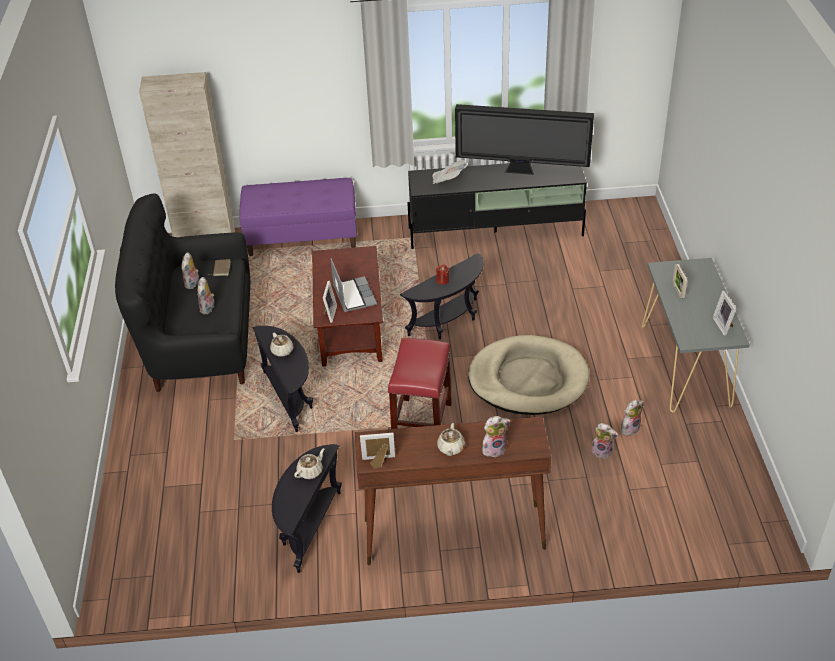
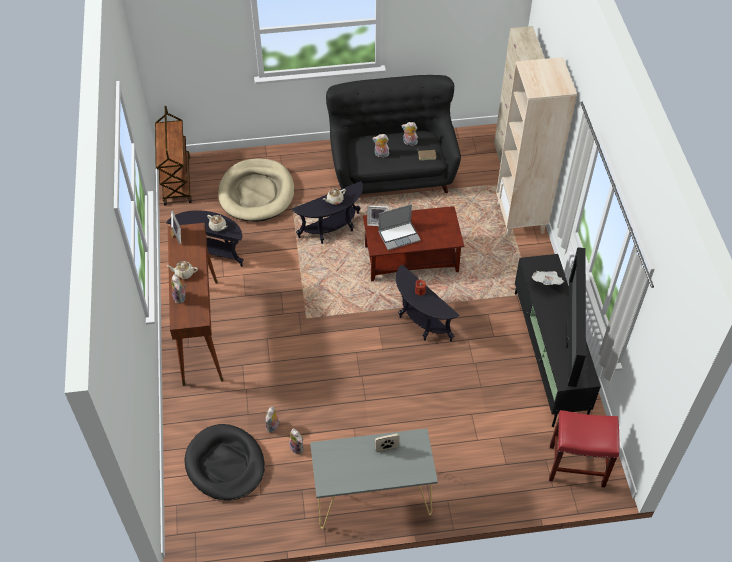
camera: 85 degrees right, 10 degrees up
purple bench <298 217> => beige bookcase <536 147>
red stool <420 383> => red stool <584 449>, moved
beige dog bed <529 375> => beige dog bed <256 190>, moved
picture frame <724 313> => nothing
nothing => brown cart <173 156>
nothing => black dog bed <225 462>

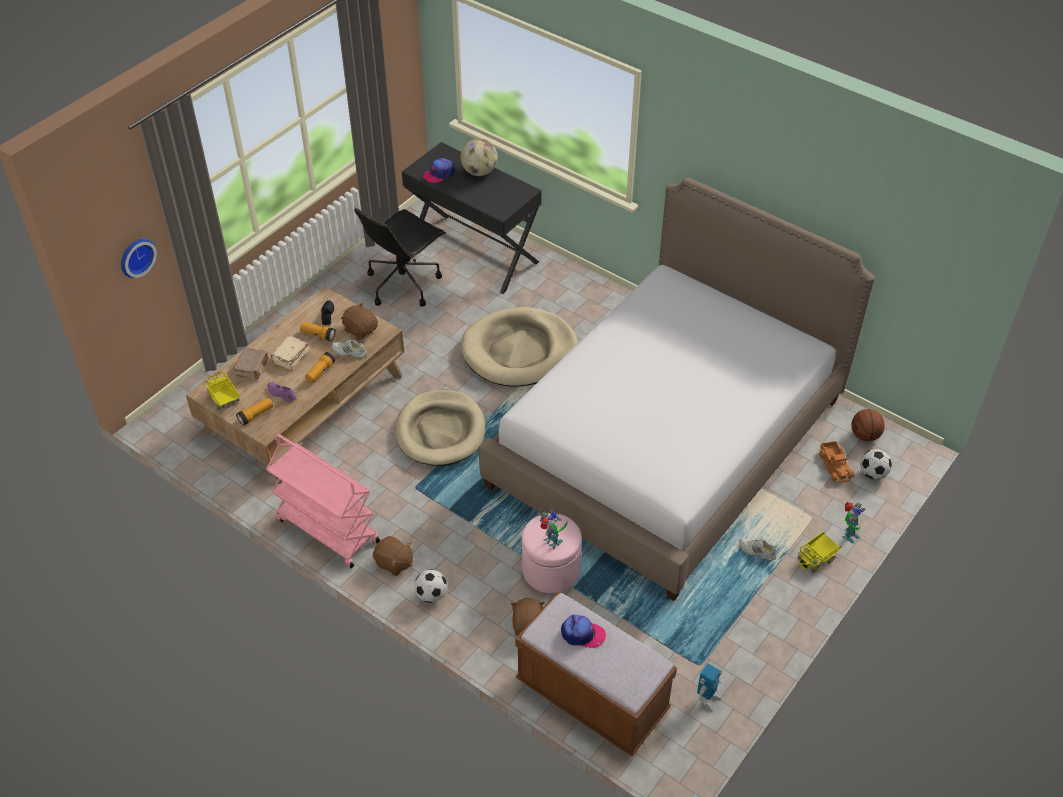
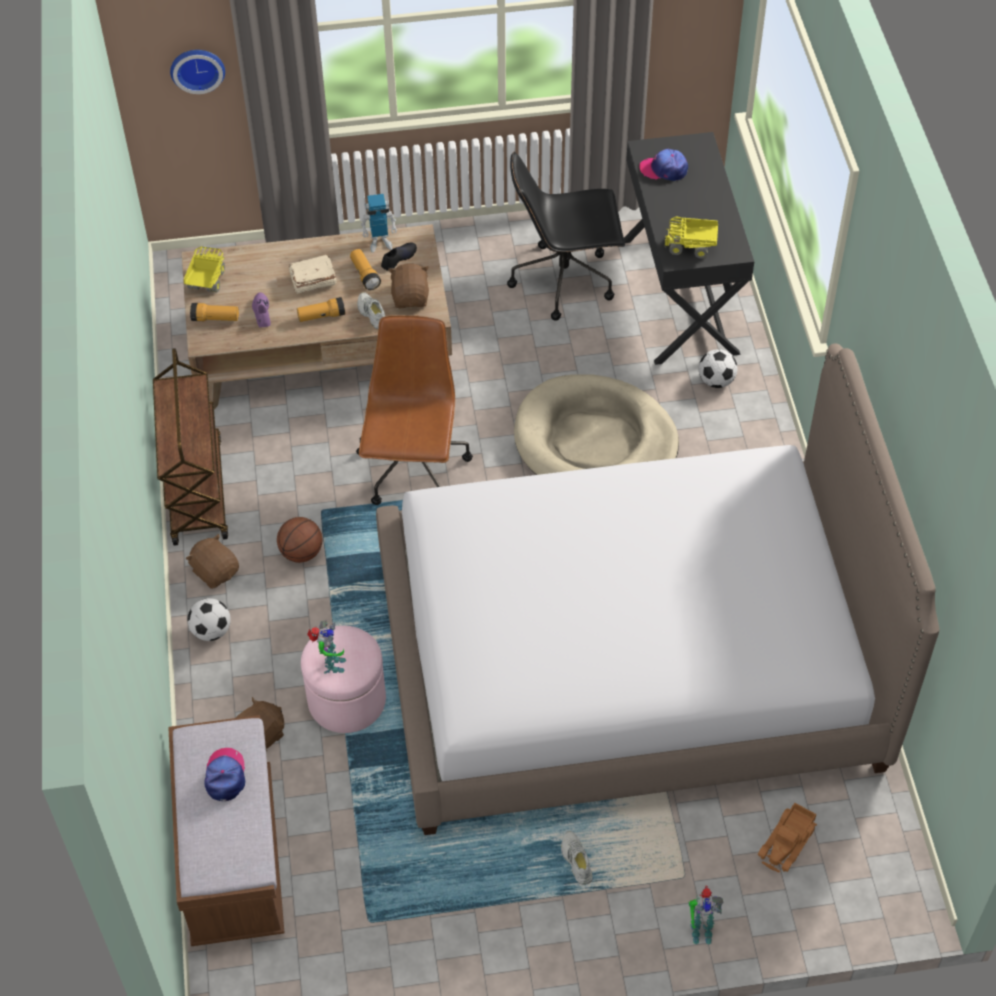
camera: 45 degrees right, 5 degrees up
brown book <251 363> => nothing
pink cart <323 501> => brown cart <190 447>
brown plush toy <393 556> => brown plush toy <212 561>, 150 degrees clockwise
beige dog bed <440 428> => brown office chair <414 410>
globe <479 157> => nothing
cap <583 631> => cap <224 774>, 150 degrees counterclockwise
toy robot <709 687> => toy robot <379 223>, moved
toy truck <819 552> => toy truck <691 237>, moved
basketball <868 425> => basketball <299 540>, moved
football <876 464> => football <718 368>, moved

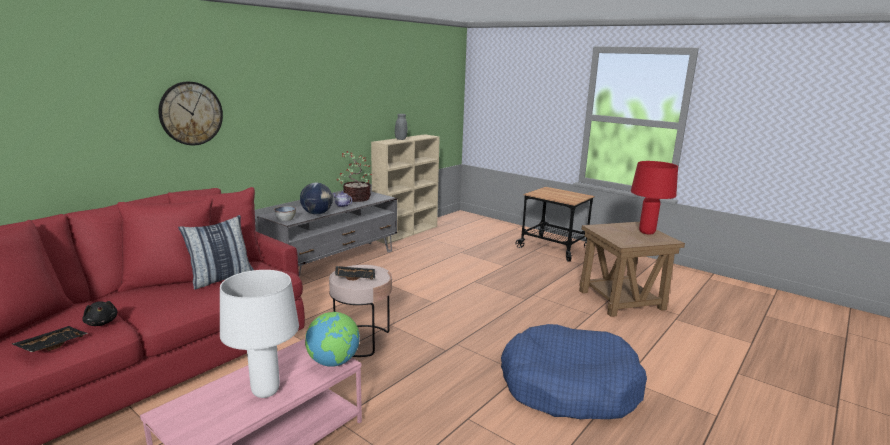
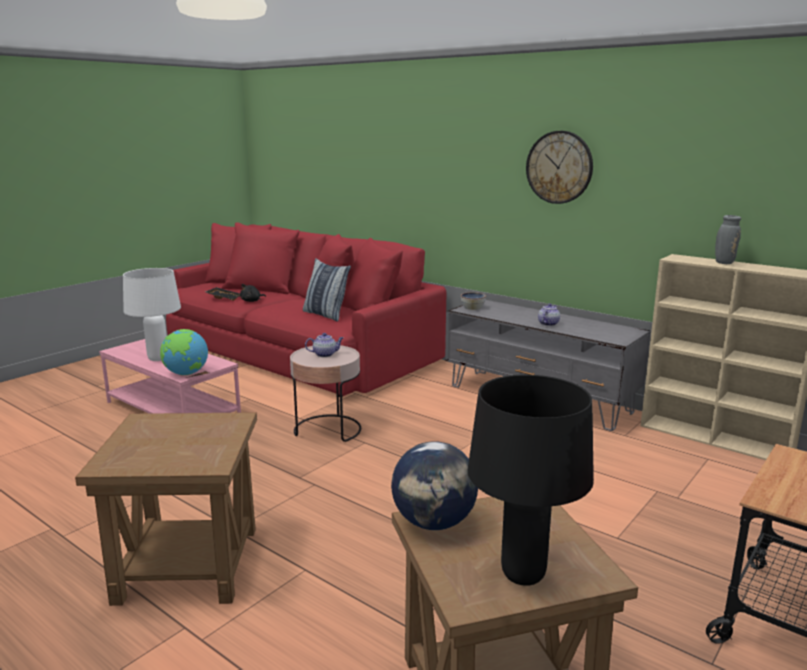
camera: 90 degrees right, 0 degrees up
wall clock <190 113> => wall clock <559 167>, moved
globe <316 199> => globe <434 485>, moved
black tray <355 273> => teapot <324 345>
potted plant <354 176> => nothing
blue dog bed <574 371> => brown side table <166 509>
red table lamp <654 197> => black table lamp <531 480>

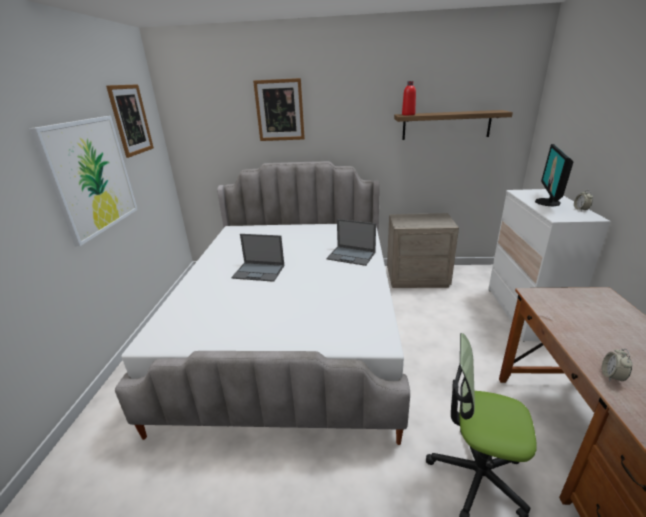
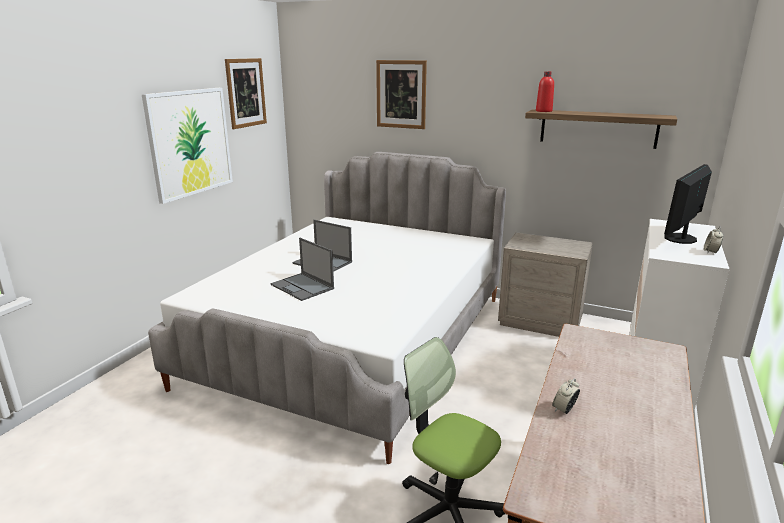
camera: 20 degrees right, 5 degrees down
laptop <351 242> => laptop <302 269>, moved

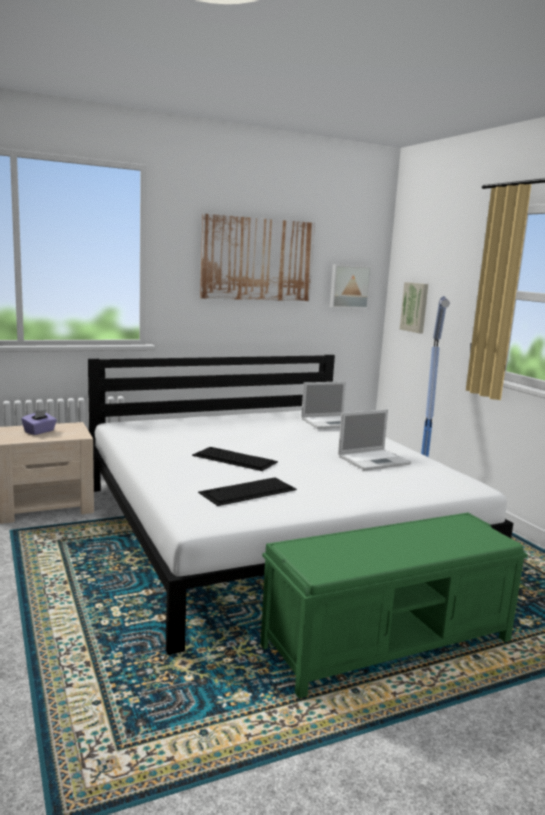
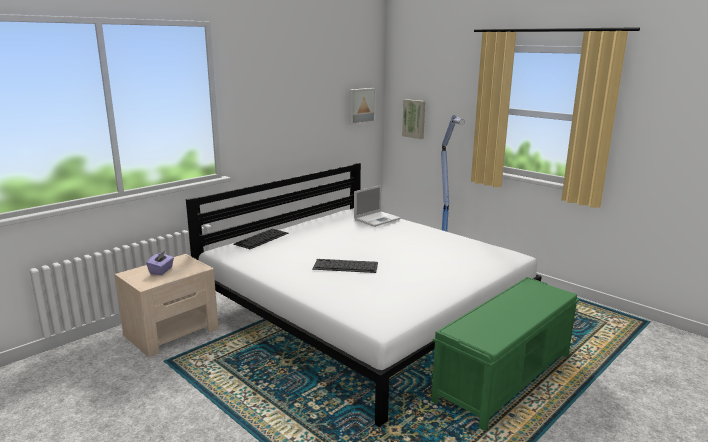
camera: 20 degrees left, 5 degrees up
keyboard <247 491> => keyboard <261 239>, moved
picture <257 257> => nothing
laptop <374 440> => nothing

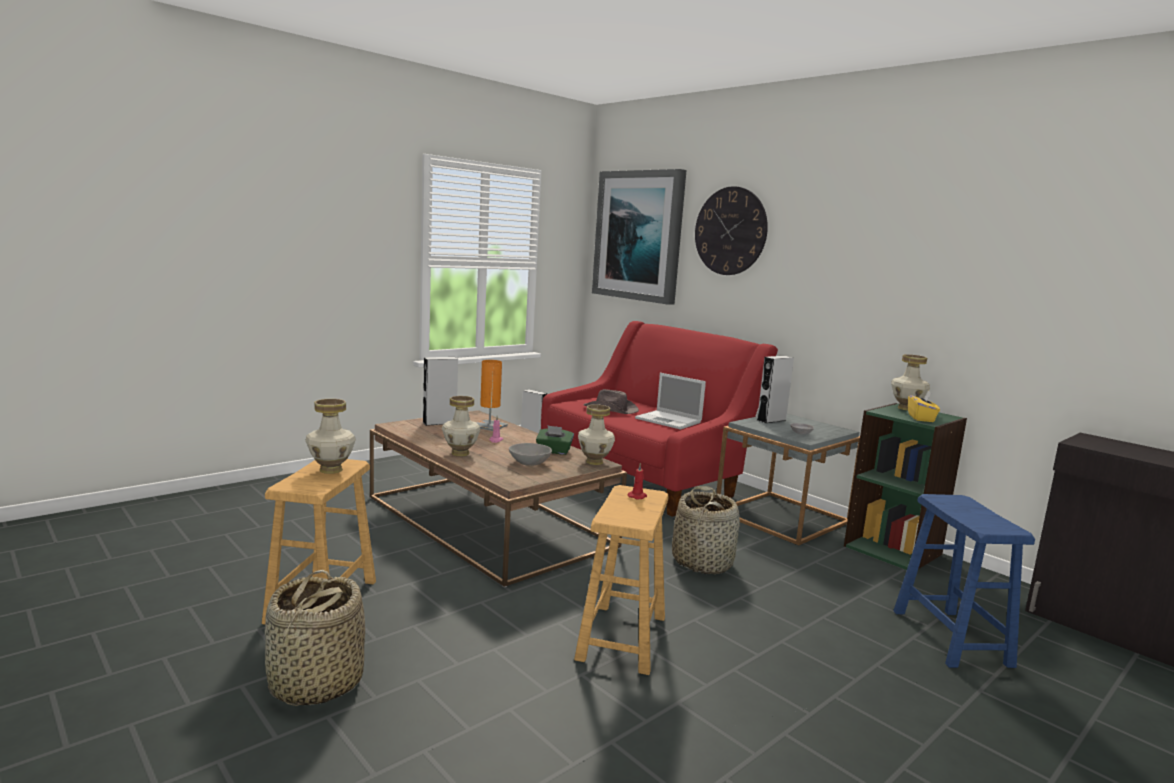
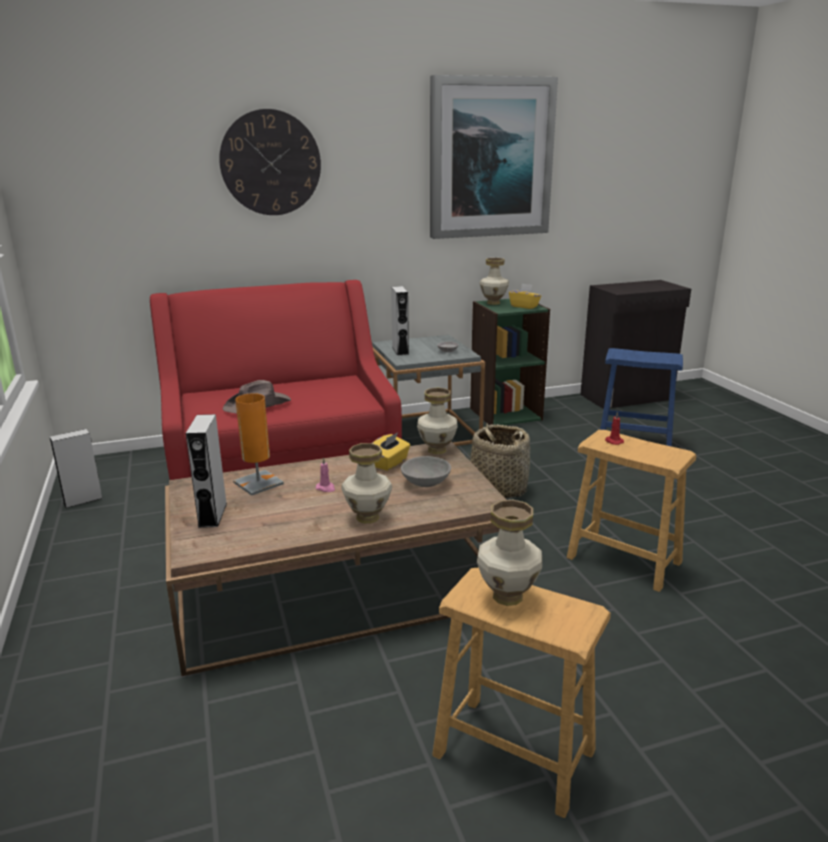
camera: 65 degrees left, 10 degrees up
basket <315 638> => nothing
green tissue box <555 440> => yellow tissue box <391 451>
picture <639 237> => picture <494 157>, moved
laptop <670 401> => nothing

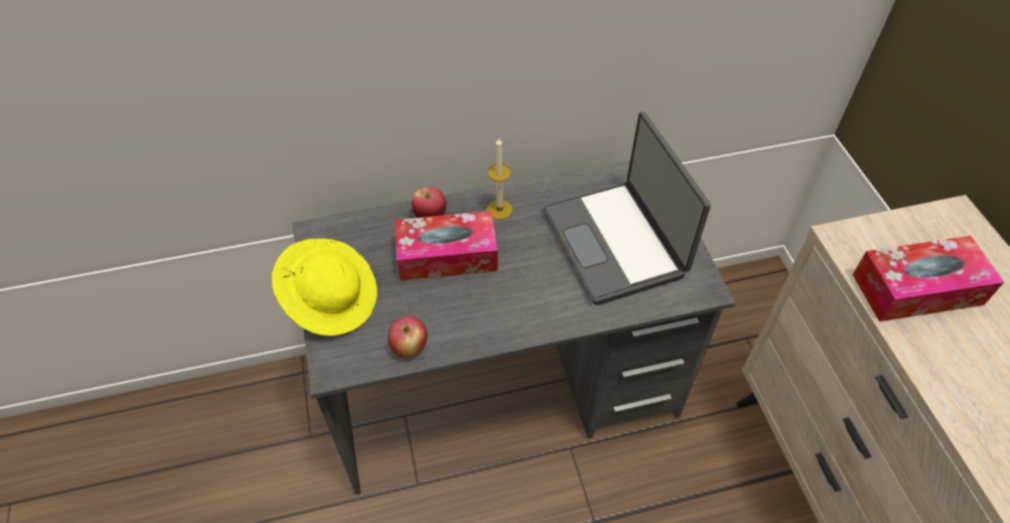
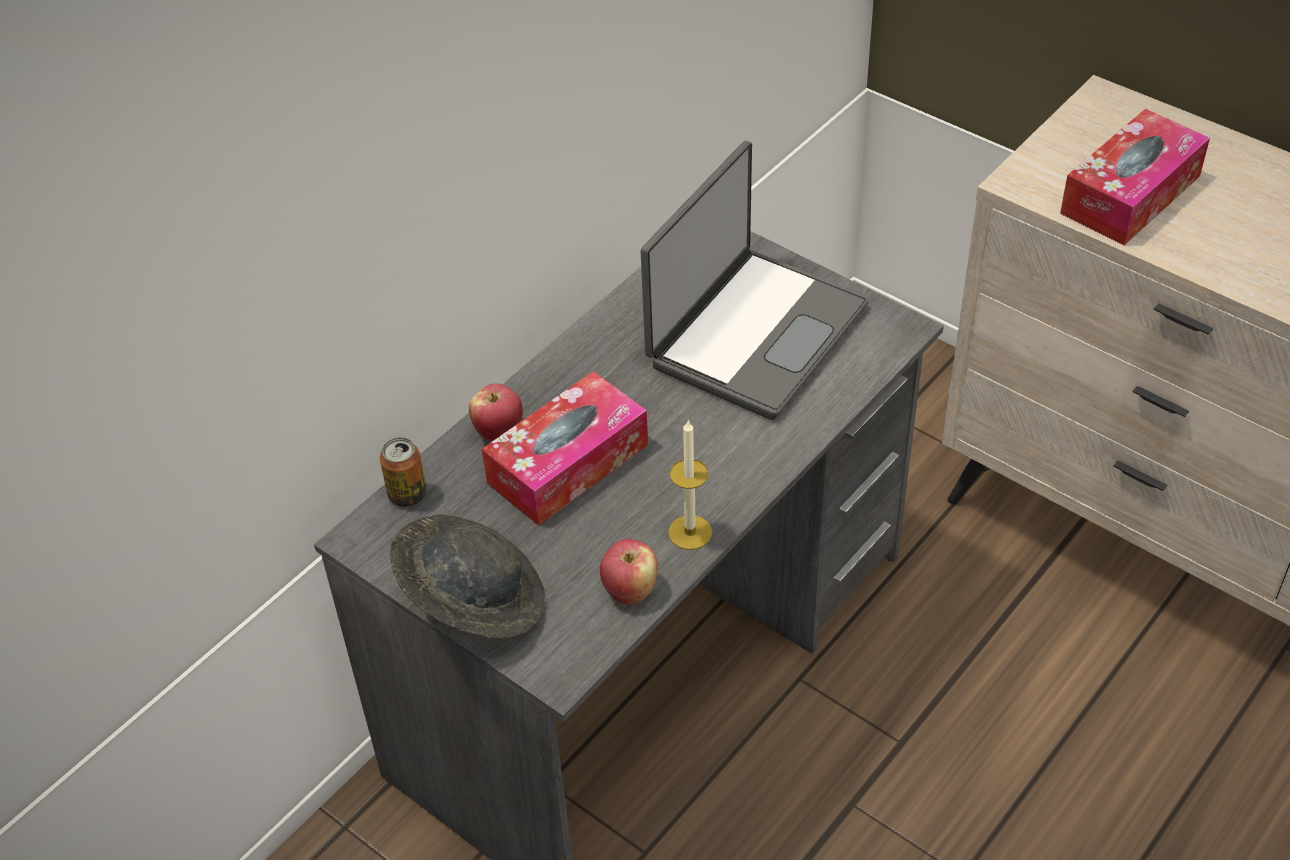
camera: 35 degrees left, 5 degrees down
yellow hat <324 287> => grey hat <467 576>
candle <500 179> => candle <690 485>, moved
laptop <627 208> => laptop <755 280>, 90 degrees counterclockwise
nothing => can <403 472>

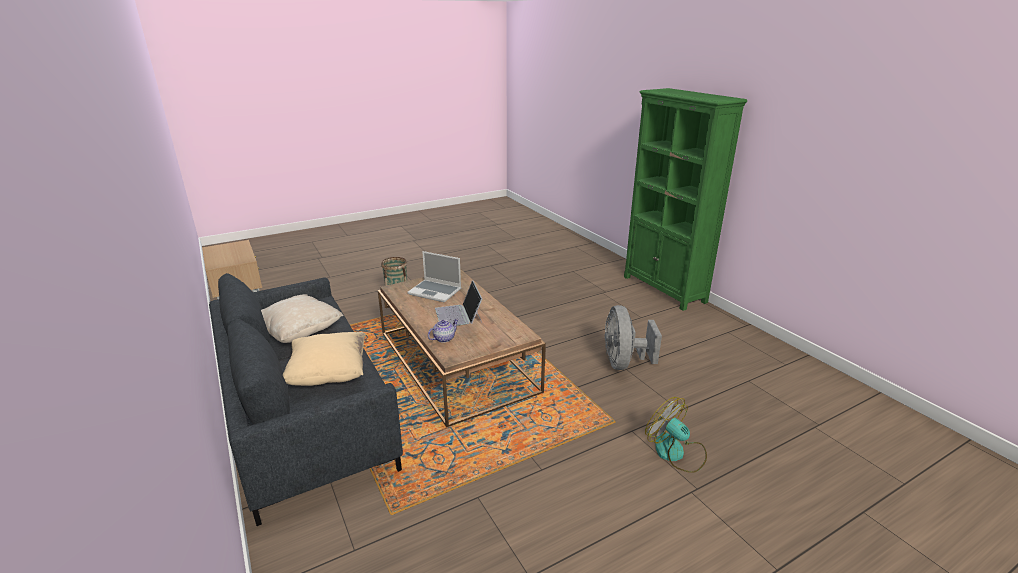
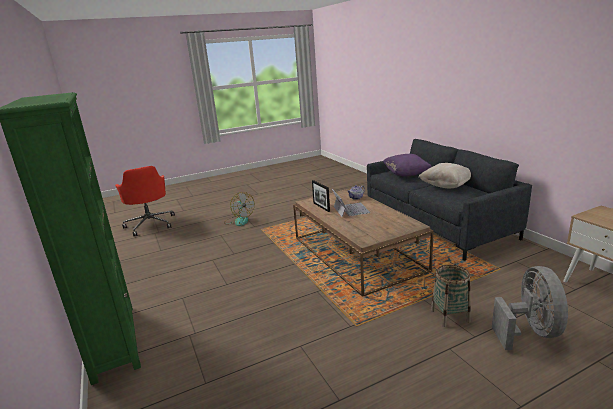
camera: 175 degrees left, 5 degrees down
beige pillow <324 359> => purple pillow <407 165>
laptop <434 276> => nothing
grey fan <633 337> => grey fan <530 308>, moved
nothing => red office chair <145 201>
nothing => picture frame <321 196>

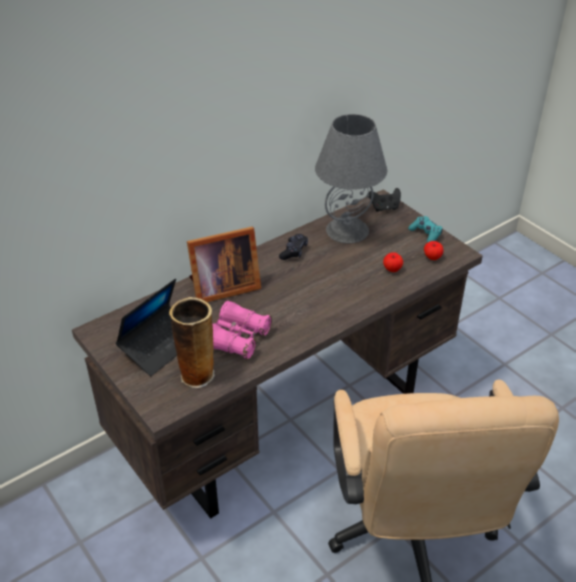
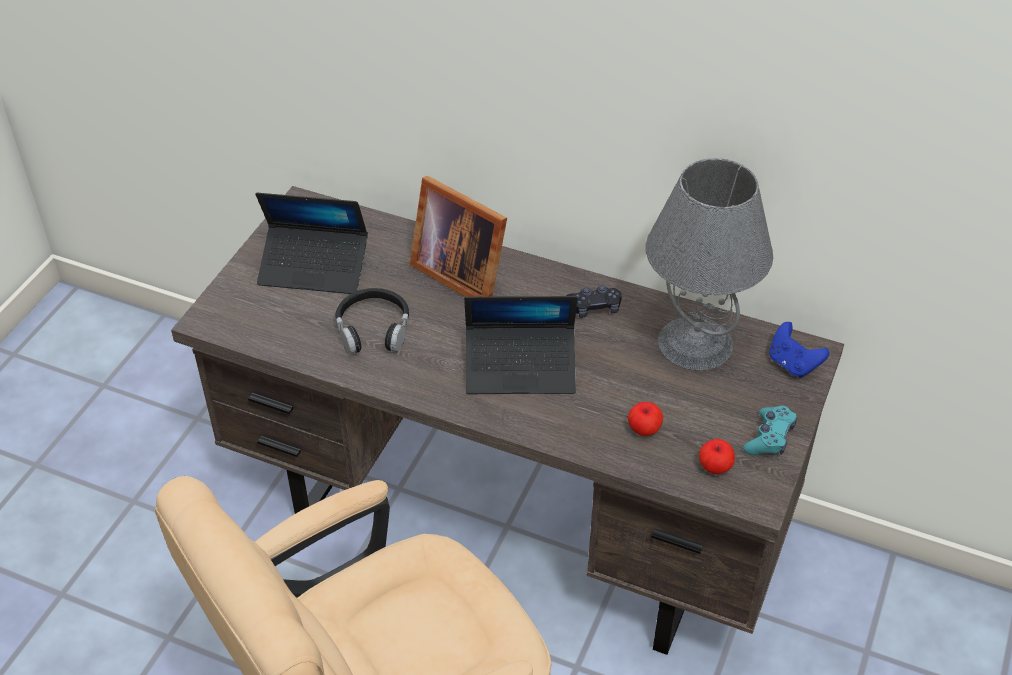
camera: 60 degrees right, 5 degrees up
vase <192 342> => nothing
pink binoculars <242 330> => black headphones <372 321>
black game controller <385 200> => blue game controller <799 350>
nothing => laptop <521 345>

